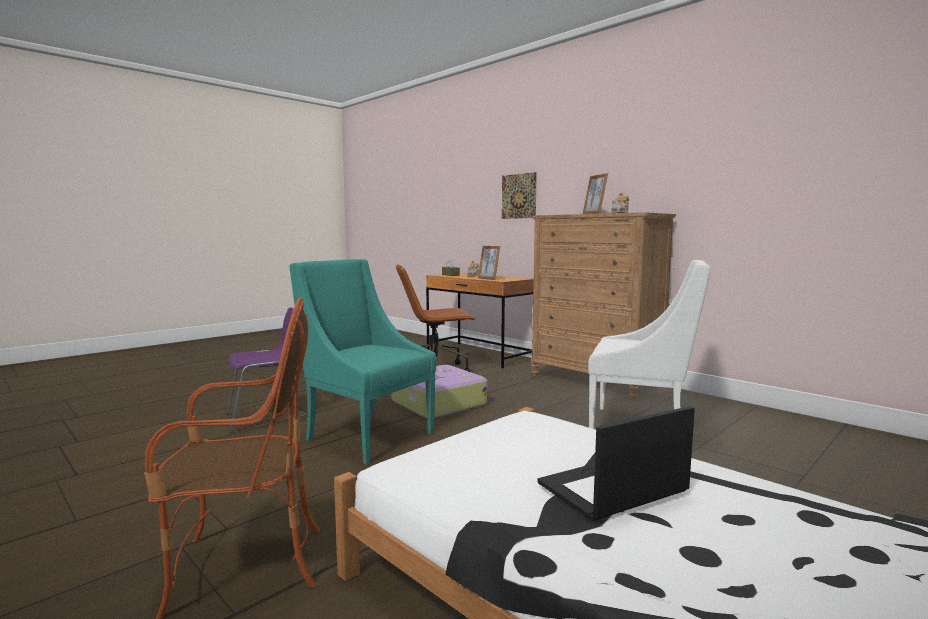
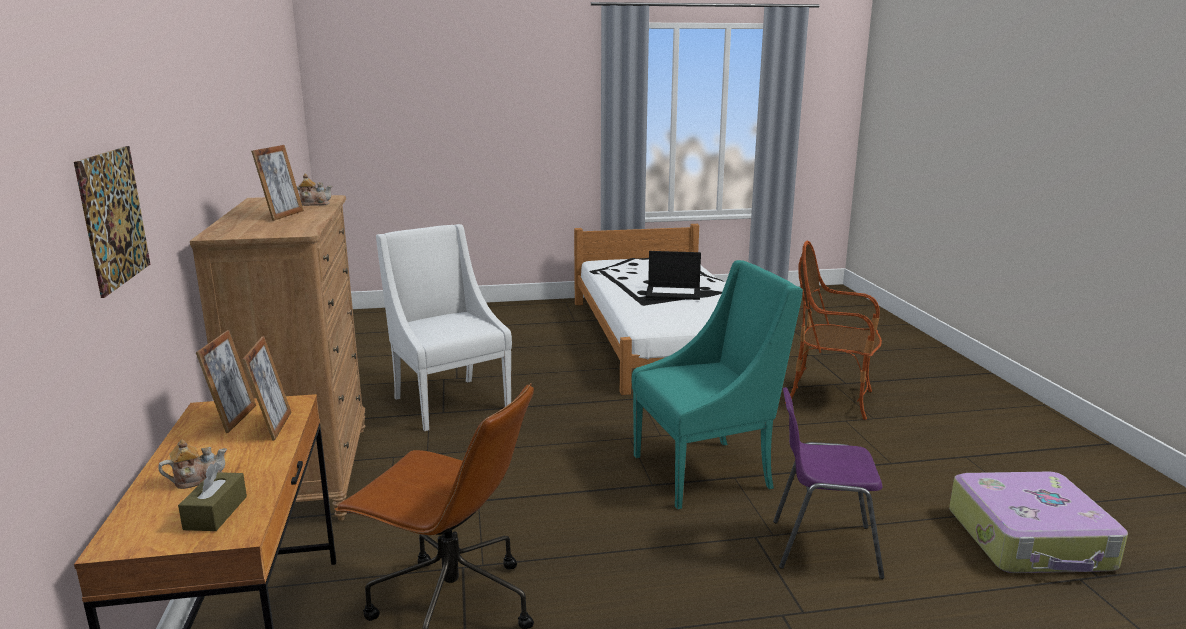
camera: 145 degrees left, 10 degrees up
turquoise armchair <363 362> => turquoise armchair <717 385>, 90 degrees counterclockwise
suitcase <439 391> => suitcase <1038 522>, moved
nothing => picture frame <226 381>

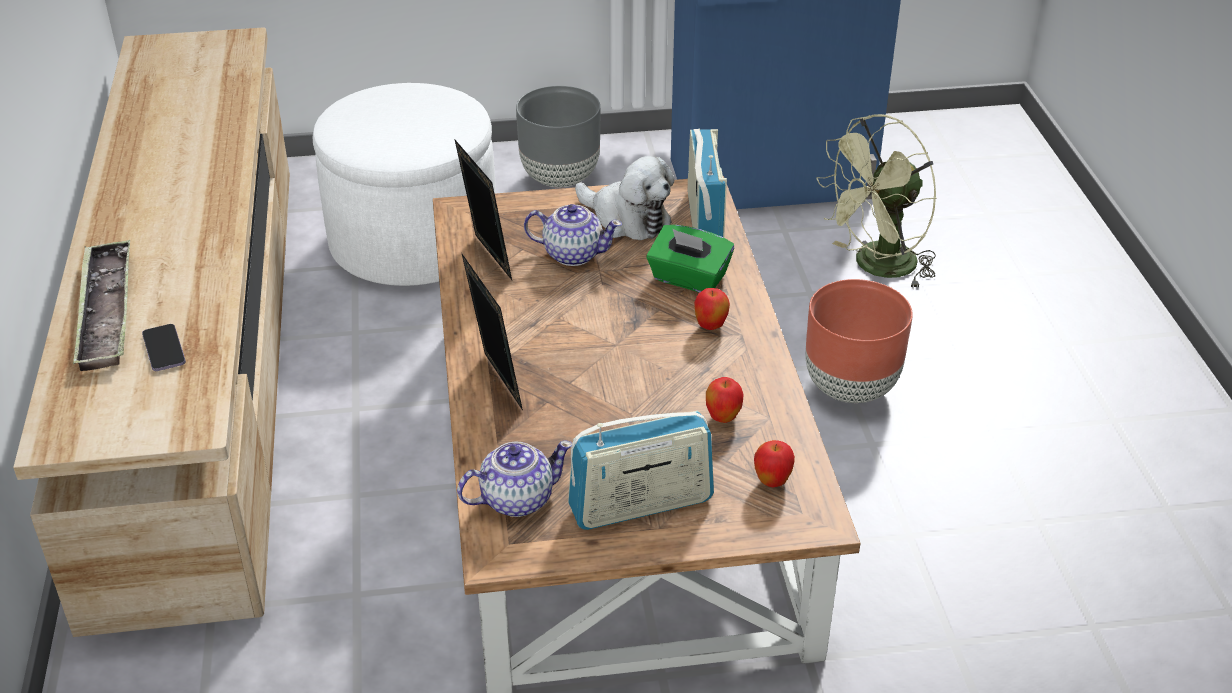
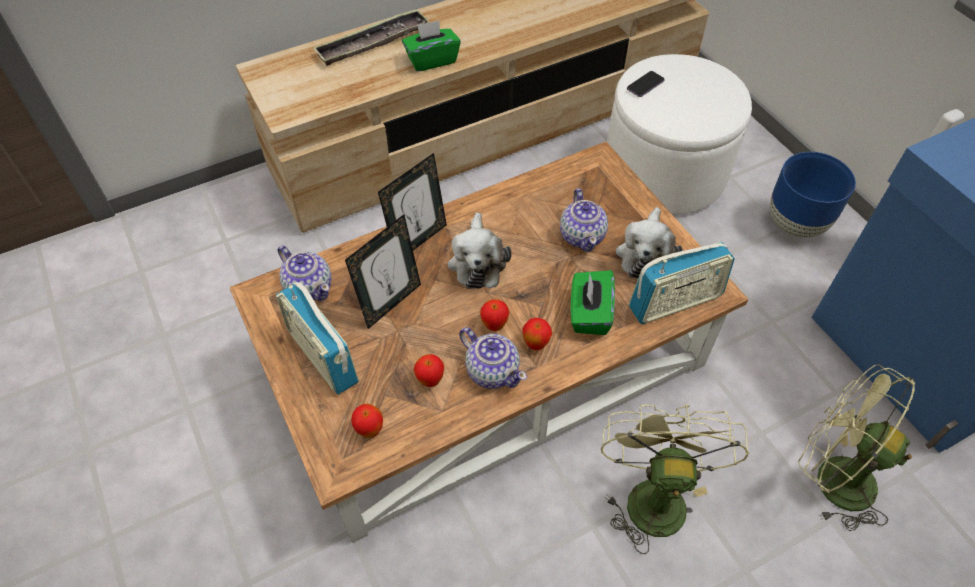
camera: 70 degrees right, 15 degrees up
phone <164 347> => phone <646 84>, moved
picture frame <483 210> => picture frame <383 271>, moved
grey planter <558 136> => blue planter <813 195>
brown planter <859 341> => green fan <675 479>
nothing => green tissue box <431 46>
nothing => plush toy <480 250>
nothing => teapot <493 358>
nothing => apple <494 315>

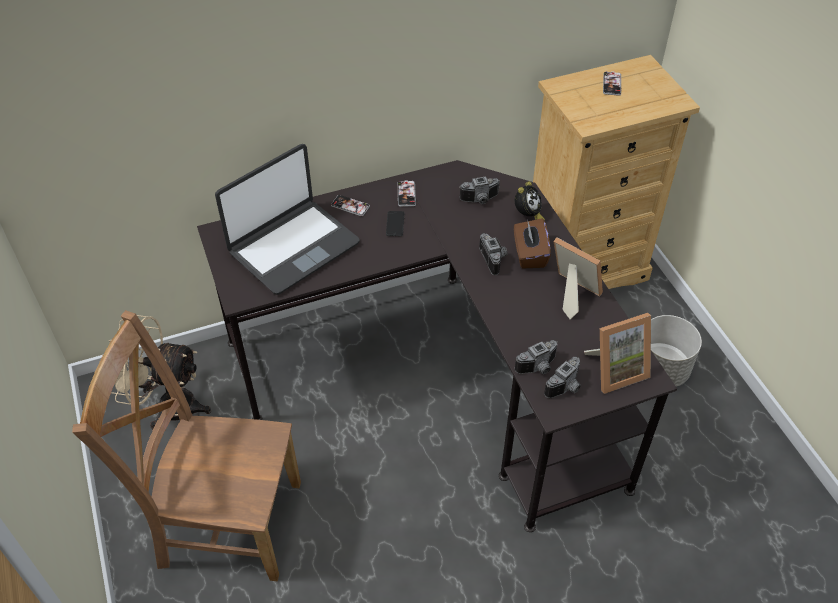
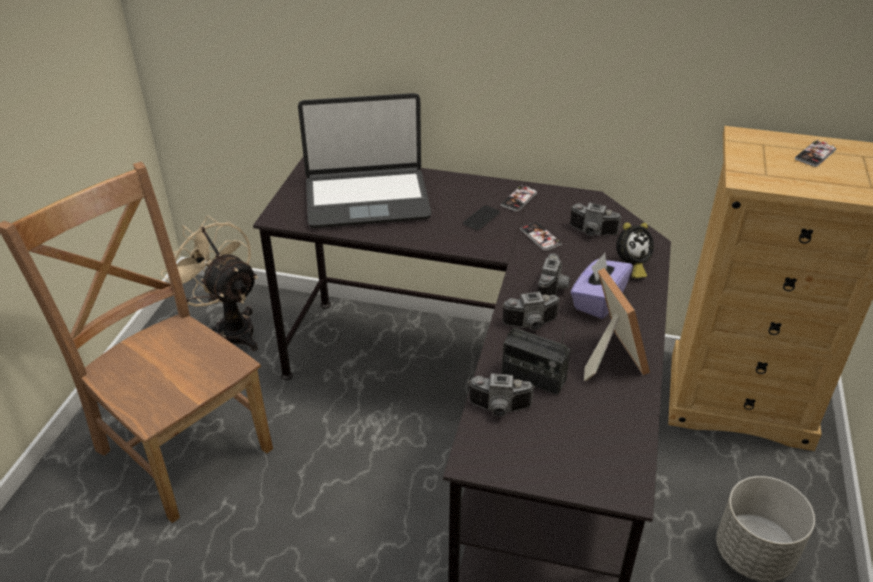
camera: 35 degrees right, 10 degrees down
phone <350 205> => phone <541 236>, moved
brown tissue box <532 243> => purple tissue box <602 286>
photo camera <562 377> => photo camera <531 311>, moved
picture frame <617 353> => nothing
nothing => radio <535 358>

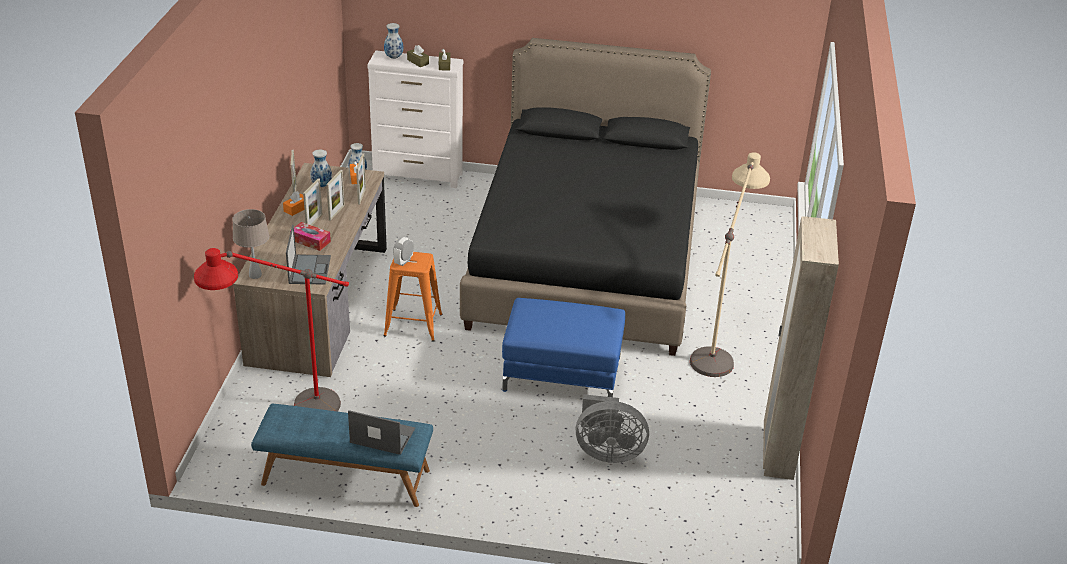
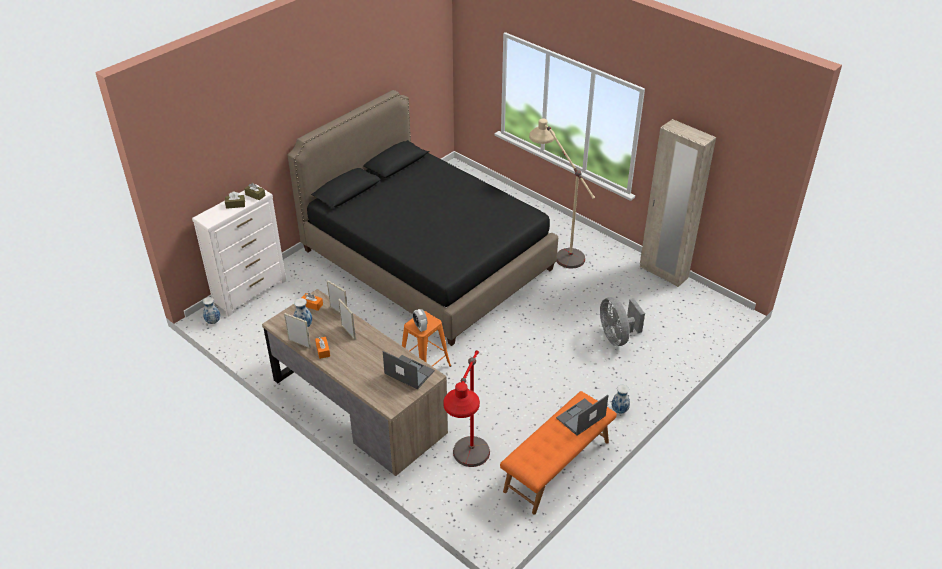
camera: 55 degrees left, 5 degrees up
beige table lamp <250 244> => nothing
blue bench <342 455> => orange bench <558 452>
tissue box <310 236> => nothing
picture frame <312 201> => nothing
vase <393 41> => vase <621 399>, moved
blue ottoman <563 347> => nothing
grey fan <612 428> => grey fan <622 321>, 120 degrees clockwise

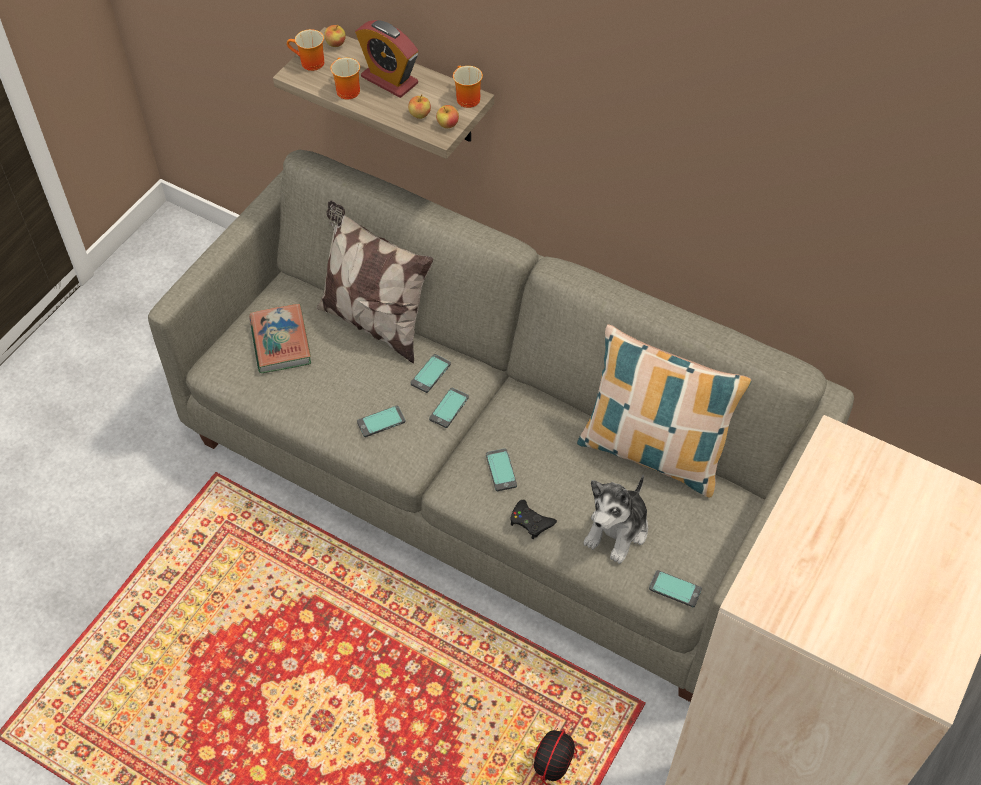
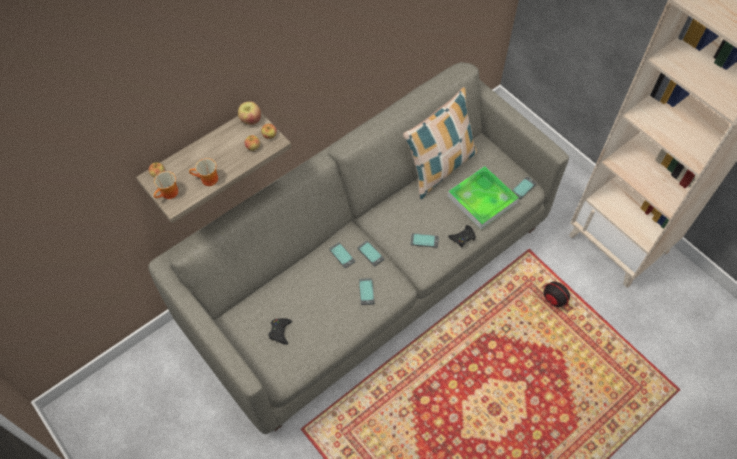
camera: 70 degrees left, 5 degrees up
book <280 339> => black game controller <280 331>
pillow <375 282> => nothing
alarm clock <386 59> => nothing
mug <468 87> => apple <249 113>
plush toy <616 519> => tray <483 197>

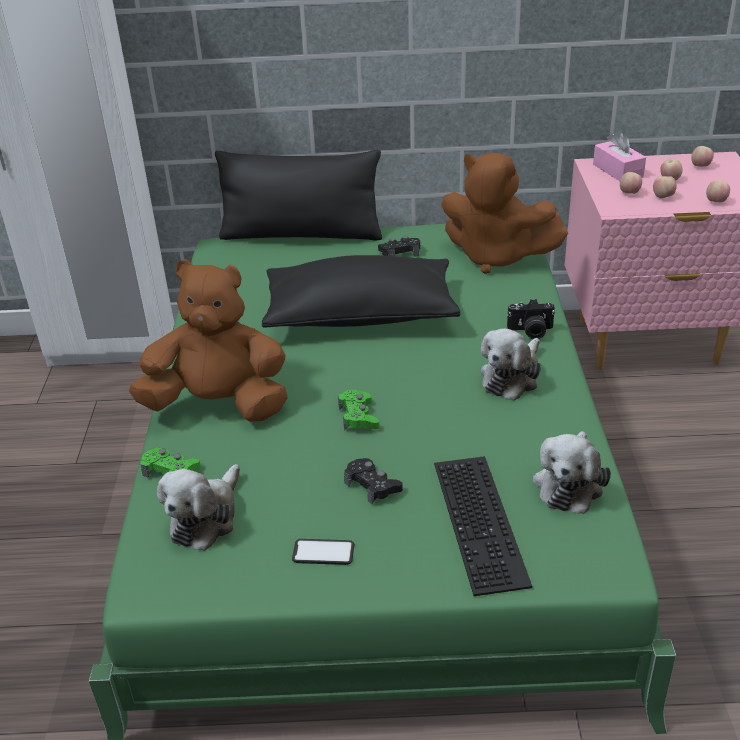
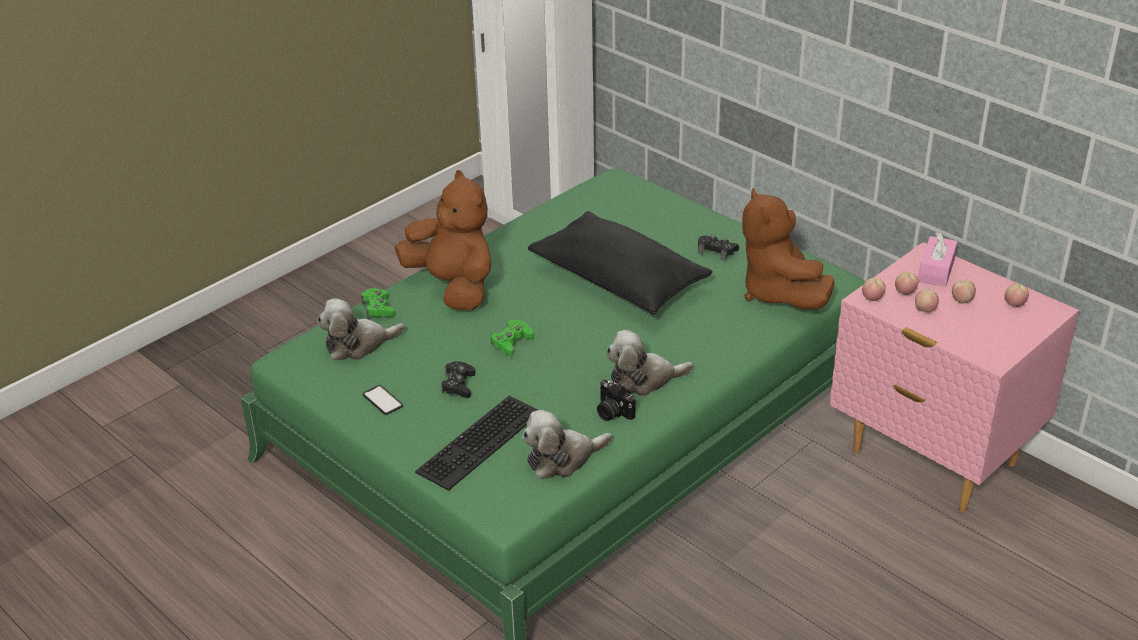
camera: 45 degrees right, 0 degrees up
black pillow <298 195> => nothing
photo camera <531 319> => photo camera <616 400>, moved
apple <718 191> => apple <874 289>, moved

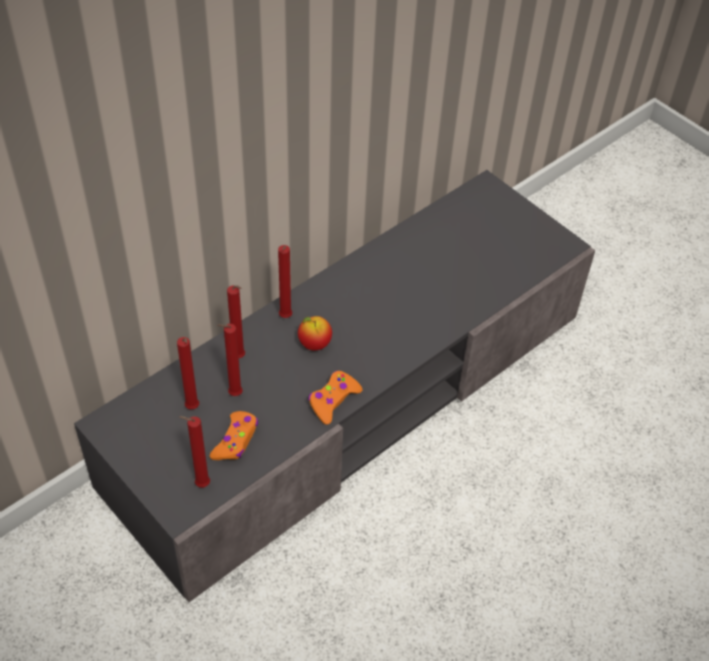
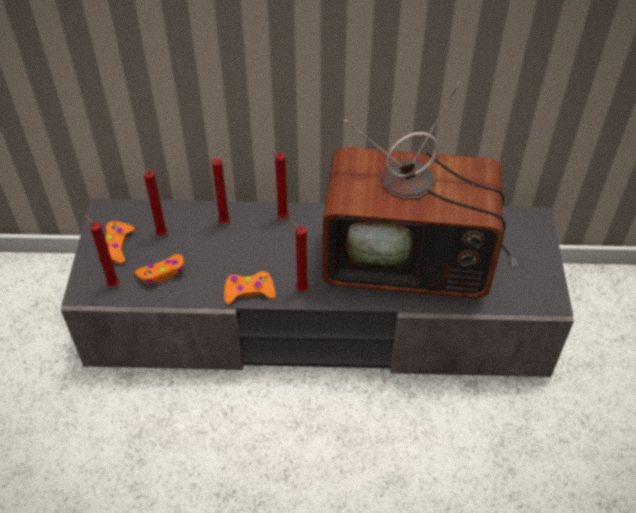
camera: 45 degrees right, 0 degrees up
red candle <230 360> => red candle <299 256>, moved
apple <315 333> => nothing
nothing => orange game controller <120 242>
nothing => television <420 190>

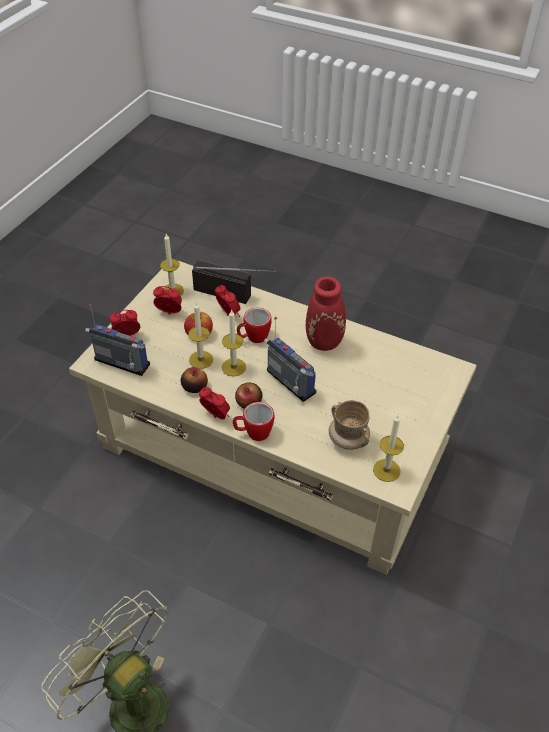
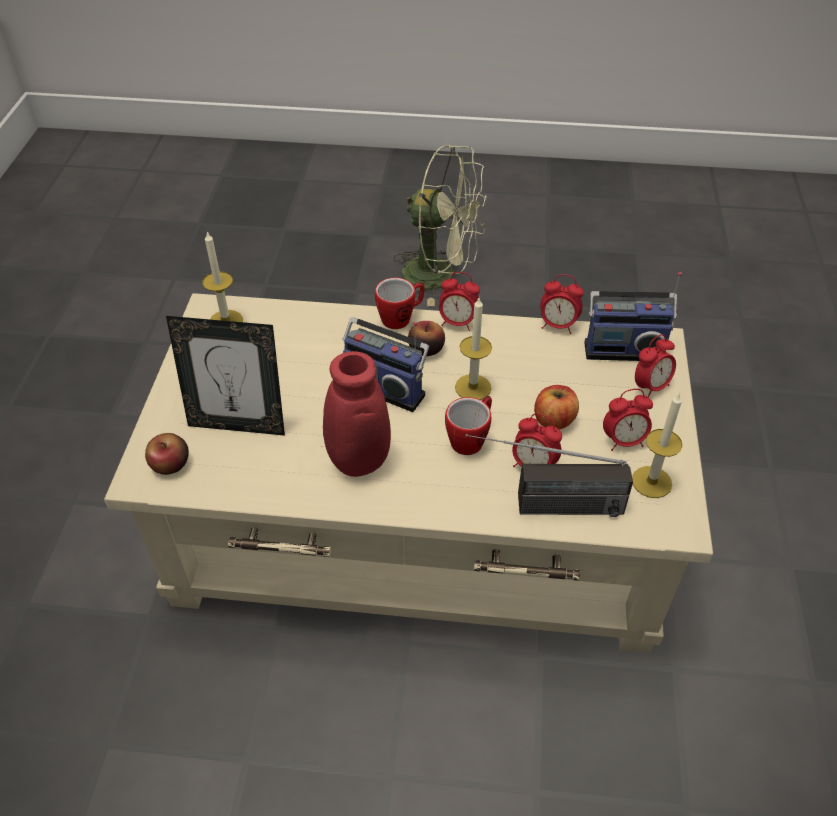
camera: 160 degrees right, 0 degrees up
apple <194 380> => apple <167 454>, moved
candle <200 335> => nothing
beige mug <349 425> => nothing
nothing => picture frame <225 376>
nothing => alarm clock <562 304>

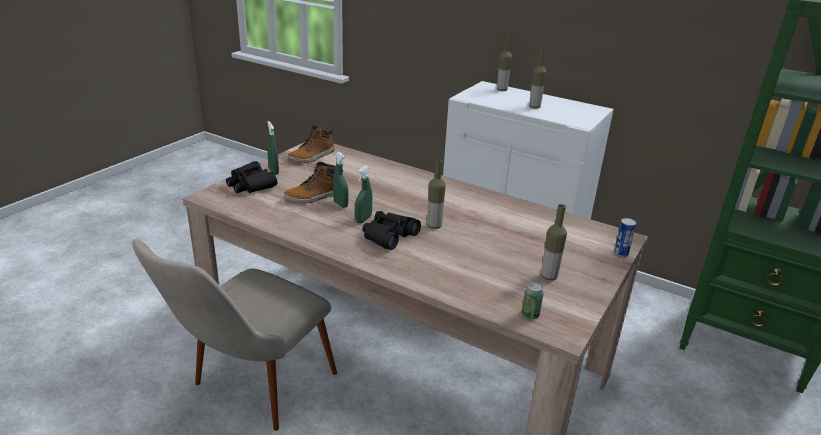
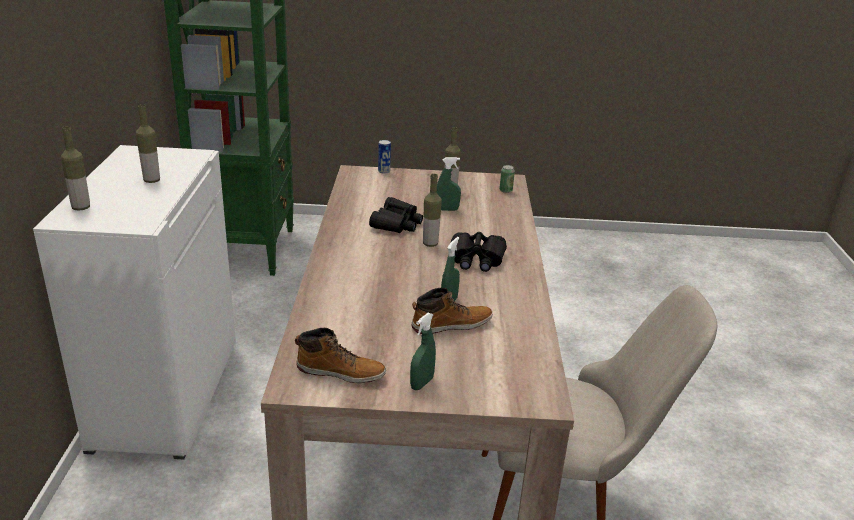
camera: 120 degrees left, 0 degrees up
black binoculars <251 177> => black binoculars <396 215>, moved
boot <313 182> => boot <452 311>, 45 degrees counterclockwise
green spray bottle <363 195> => green spray bottle <449 184>, moved

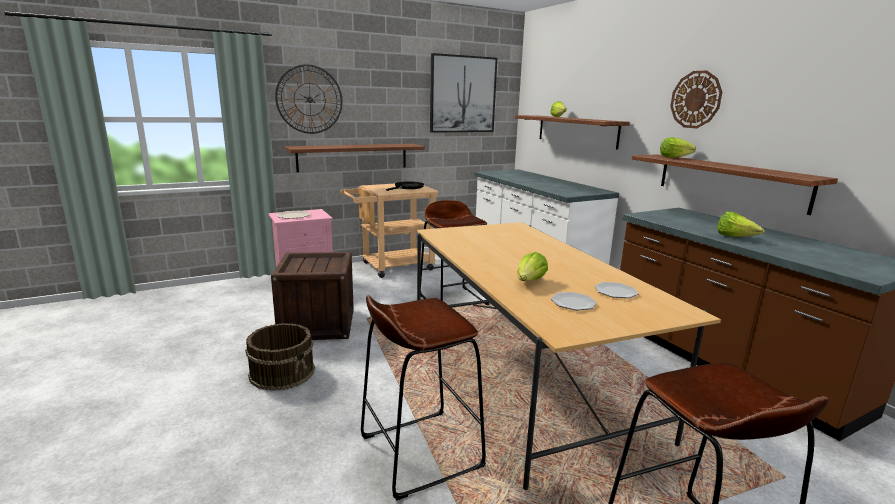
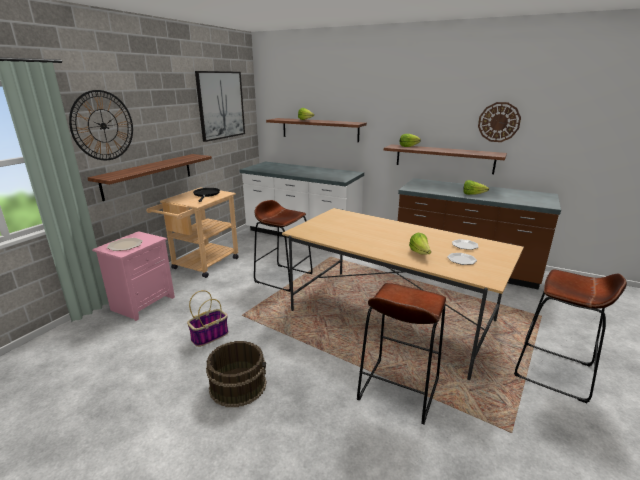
camera: 35 degrees left, 5 degrees up
crate <312 296> => basket <208 318>
wall clock <696 99> => wall clock <499 122>, moved

